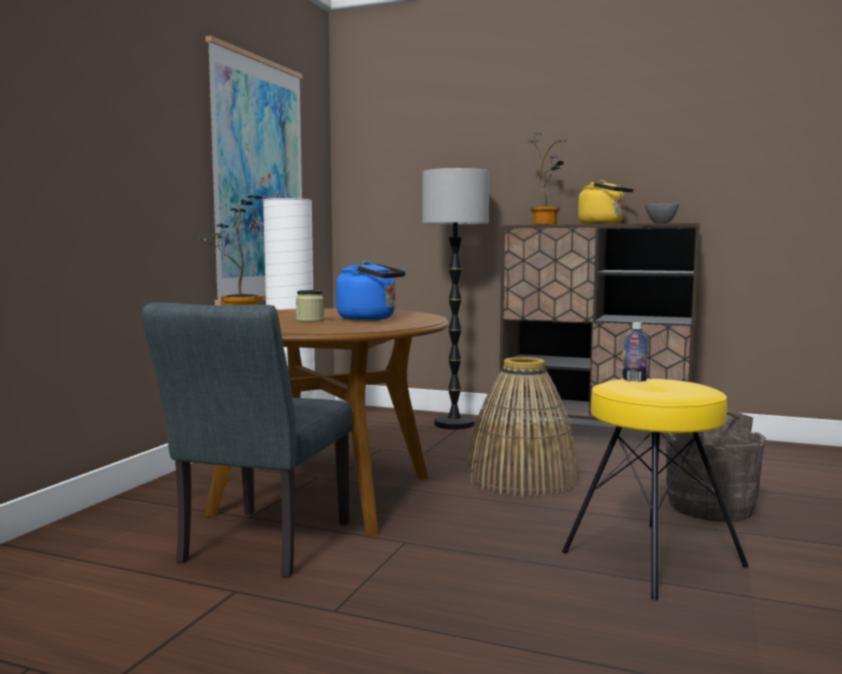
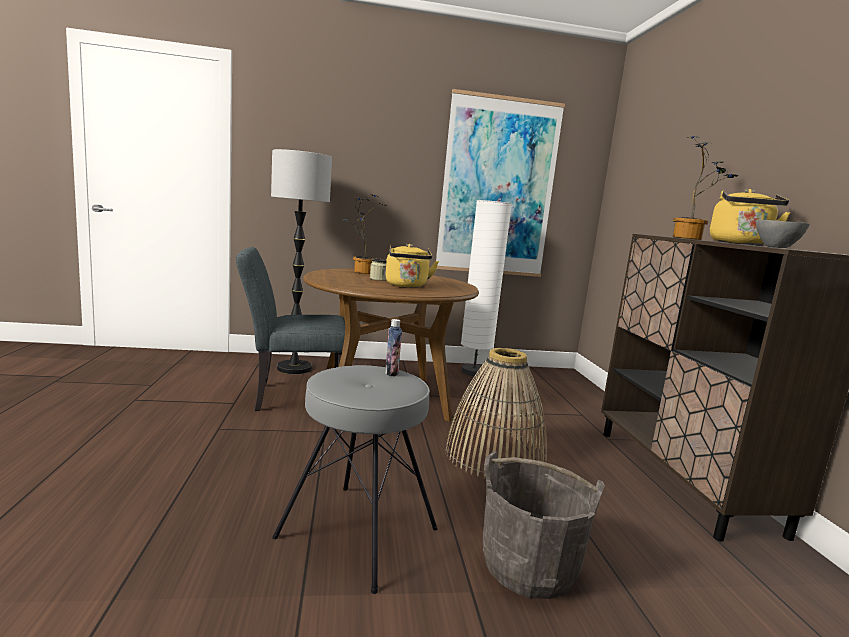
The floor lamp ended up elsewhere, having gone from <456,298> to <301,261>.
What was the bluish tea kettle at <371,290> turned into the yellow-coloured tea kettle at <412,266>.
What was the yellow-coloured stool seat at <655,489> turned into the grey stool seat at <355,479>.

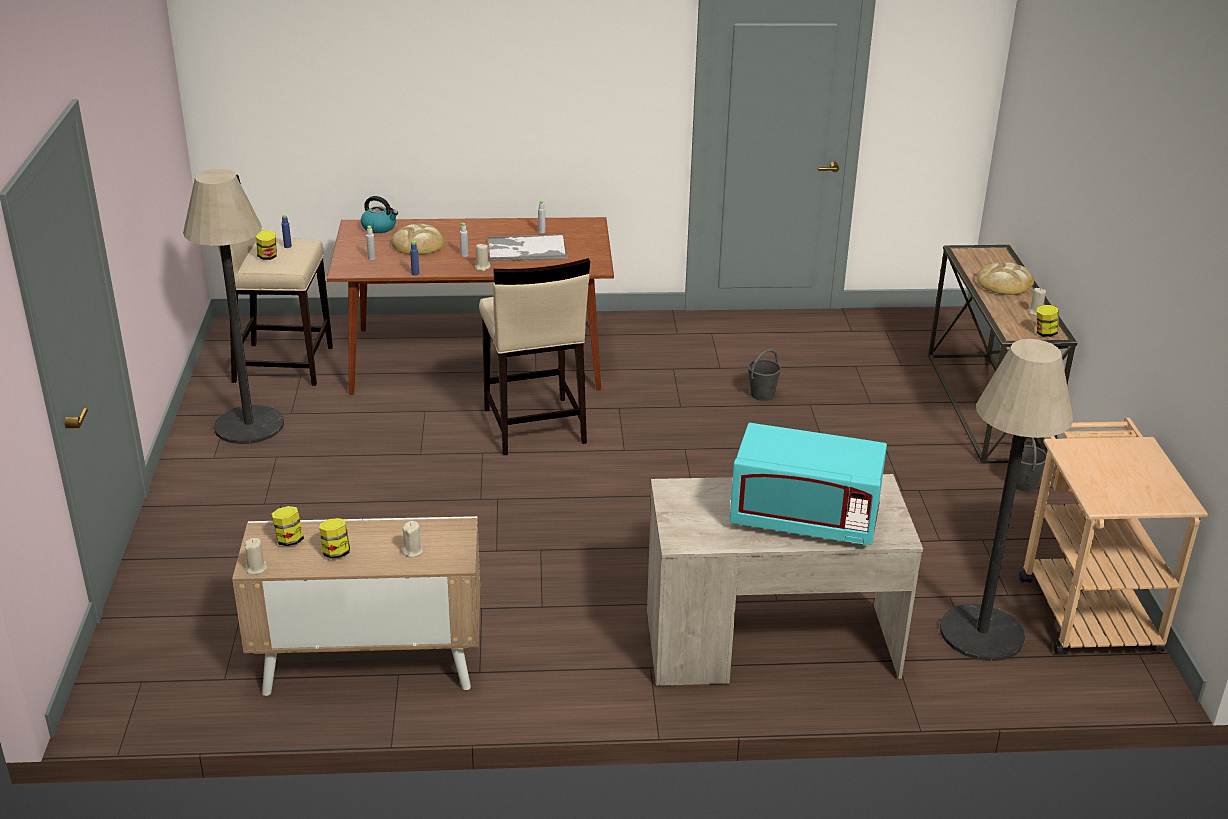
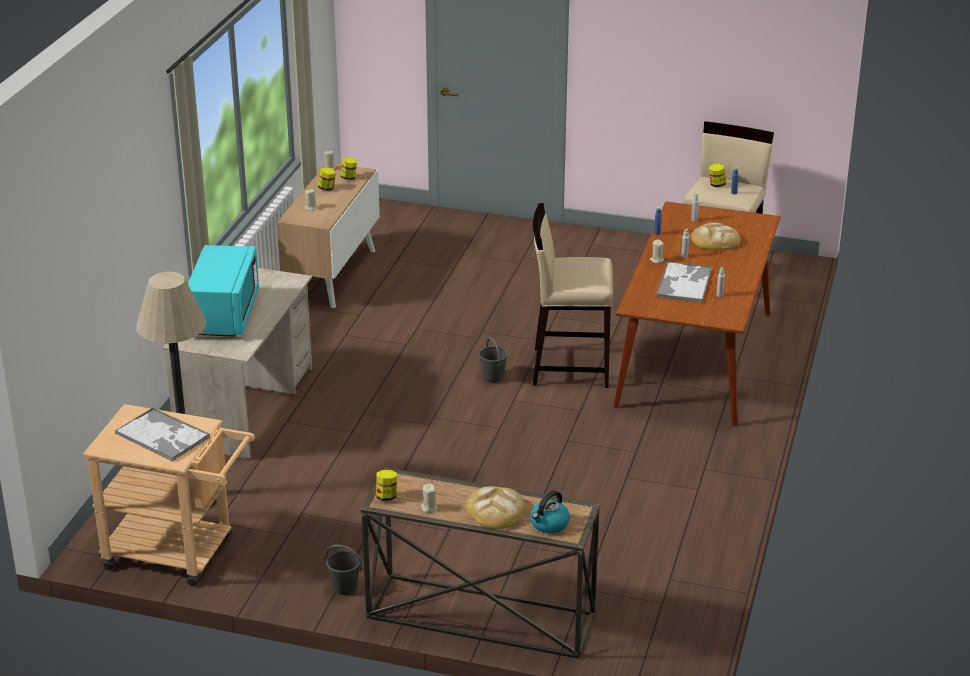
The second view lost the floor lamp at <233,306>.
The tea kettle ended up elsewhere, having gone from <379,214> to <550,511>.
The grey pail ended up elsewhere, having gone from <764,375> to <493,360>.
The turquoise microwave oven at <808,484> ended up facing another way, 150 degrees clockwise from before.
The second view gained the serving tray at <162,434>.

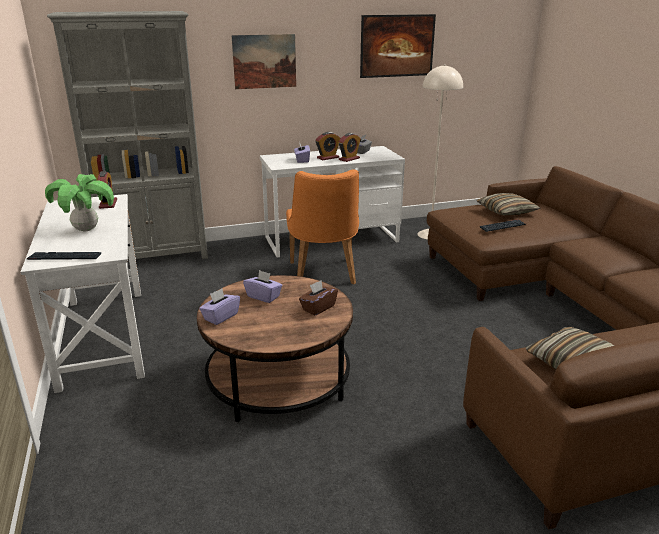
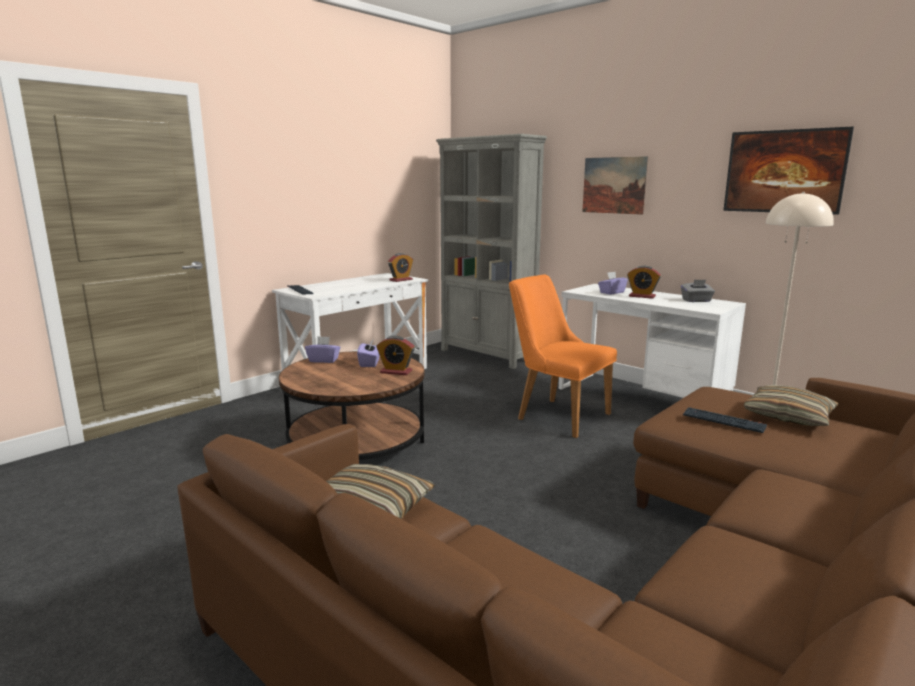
The bedside clock ended up elsewhere, having gone from <350,147> to <396,355>.
The orange-coloured plain chair at <322,226> ended up facing another way, 75 degrees clockwise from before.
The second view lost the houseplant at <79,203>.
The second view lost the brown-coloured tissue box at <318,297>.

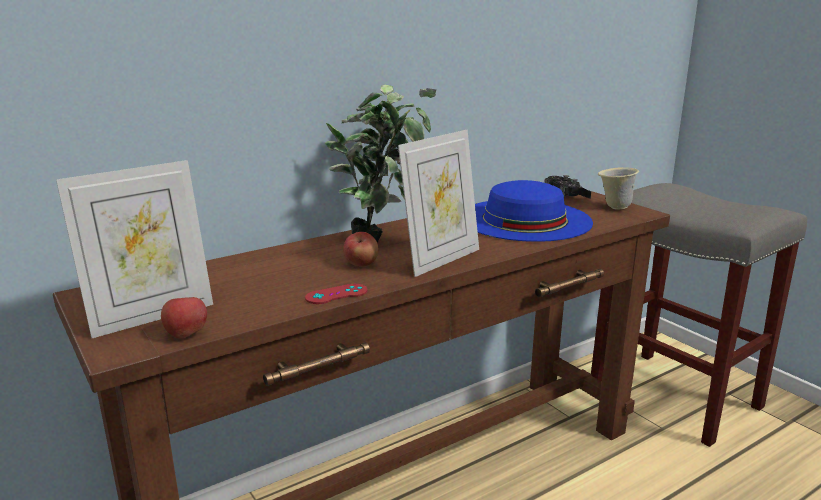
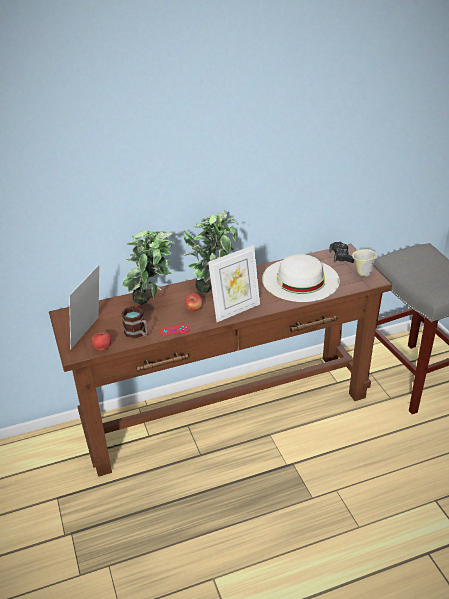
The picture frame at <134,249> ended up facing another way, 135 degrees clockwise from before.
What was the bluish wearable hat at <534,211> turned into the white wearable hat at <301,278>.
The second view gained the houseplant at <148,267>.
The second view gained the coffee mug at <134,322>.

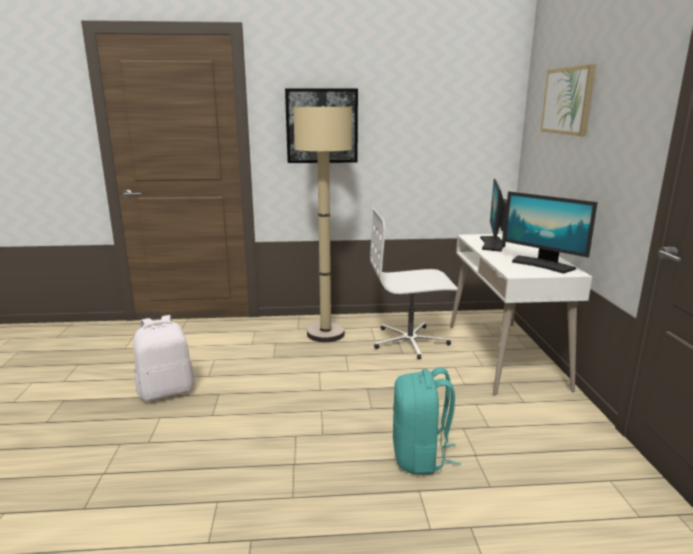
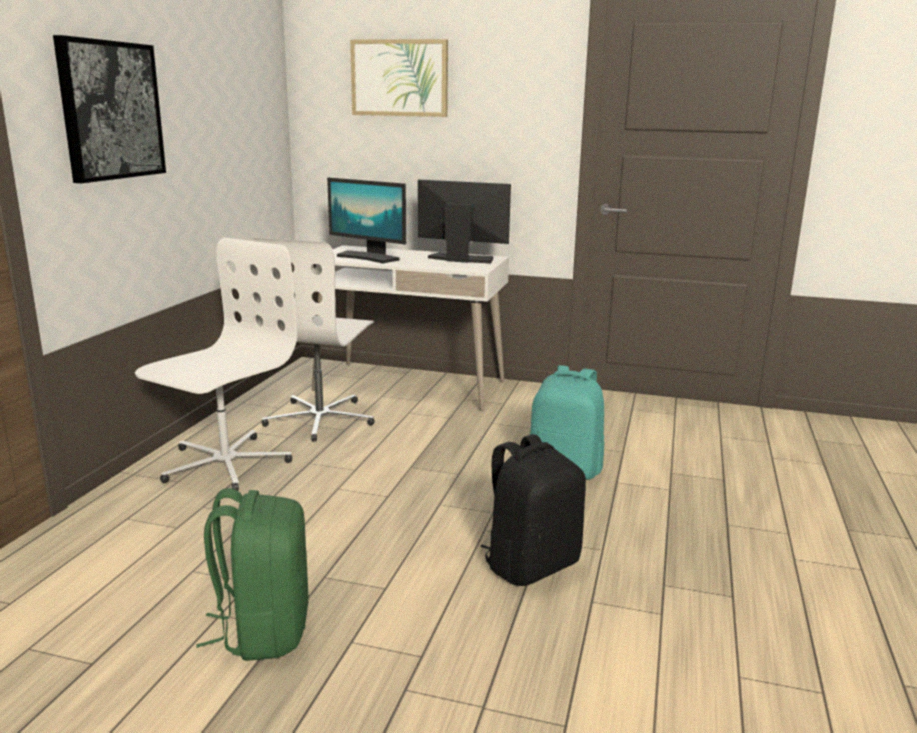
Where the sand-coloured floor lamp stood at <322,224>, the white computer chair came to stand at <216,364>.
The computer screen at <550,232> ended up facing another way, 135 degrees counterclockwise from before.
What was the white rucksack at <164,358> turned into the green rucksack at <252,574>.
The second view gained the black-coloured rucksack at <533,510>.

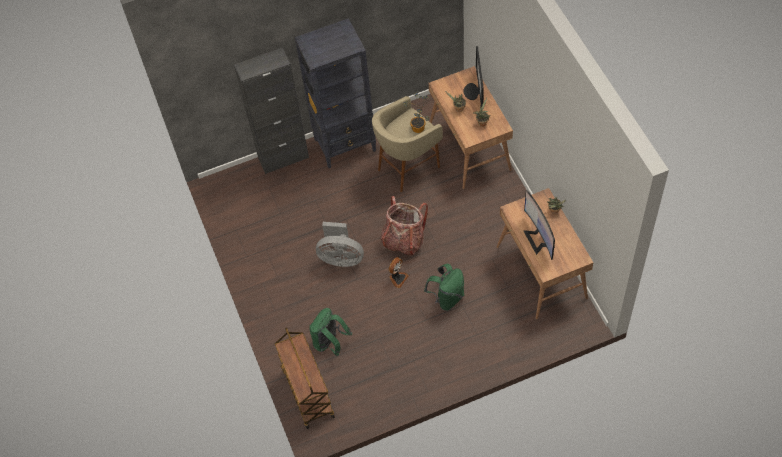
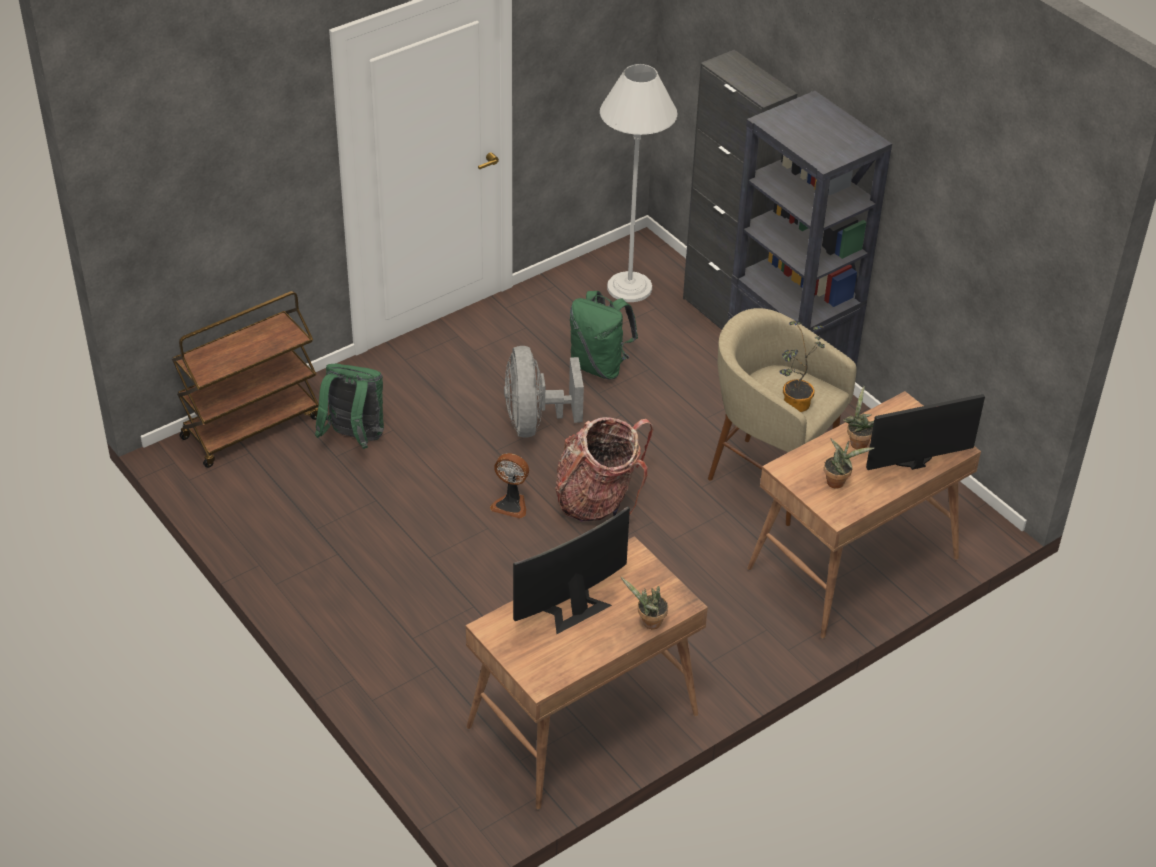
The green rucksack ended up elsewhere, having gone from <444,287> to <604,335>.
The second view gained the white floor lamp at <639,183>.

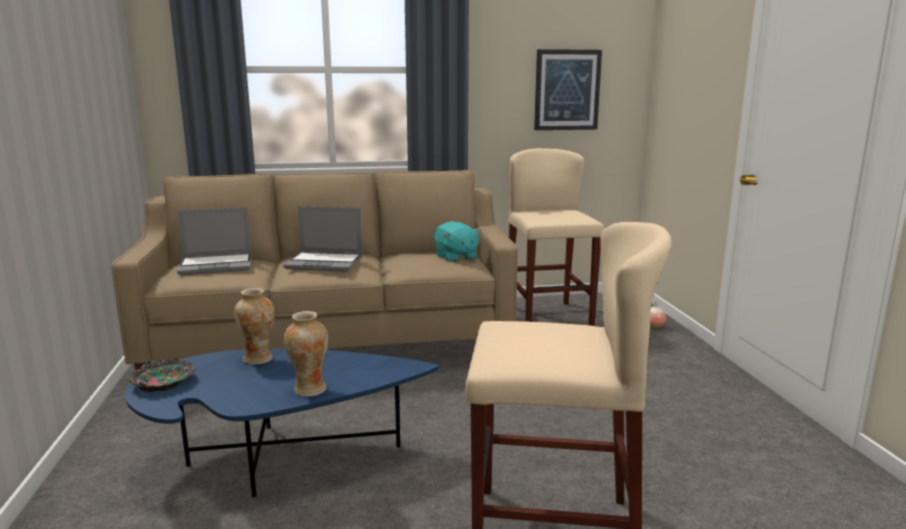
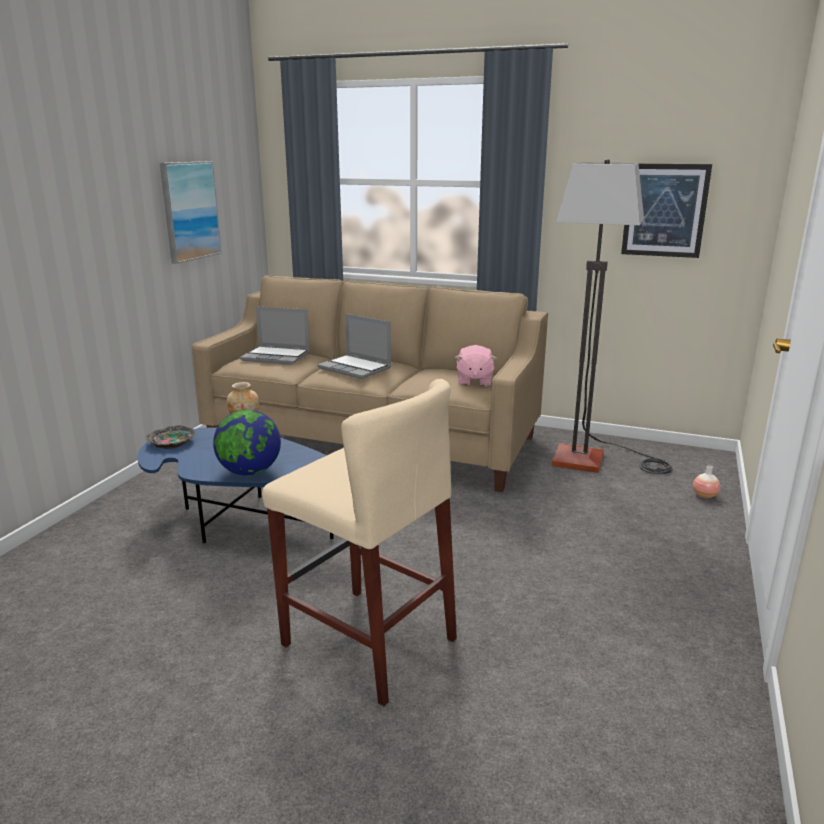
Where the sand-coloured stool seat stood at <556,237>, the floor lamp came to stand at <612,316>.
What was the turquoise plush toy at <457,241> turned into the pinkish plush toy at <476,366>.
Where the vase stood at <306,354>, the world globe came to stand at <247,442>.
The second view gained the wall picture at <190,212>.

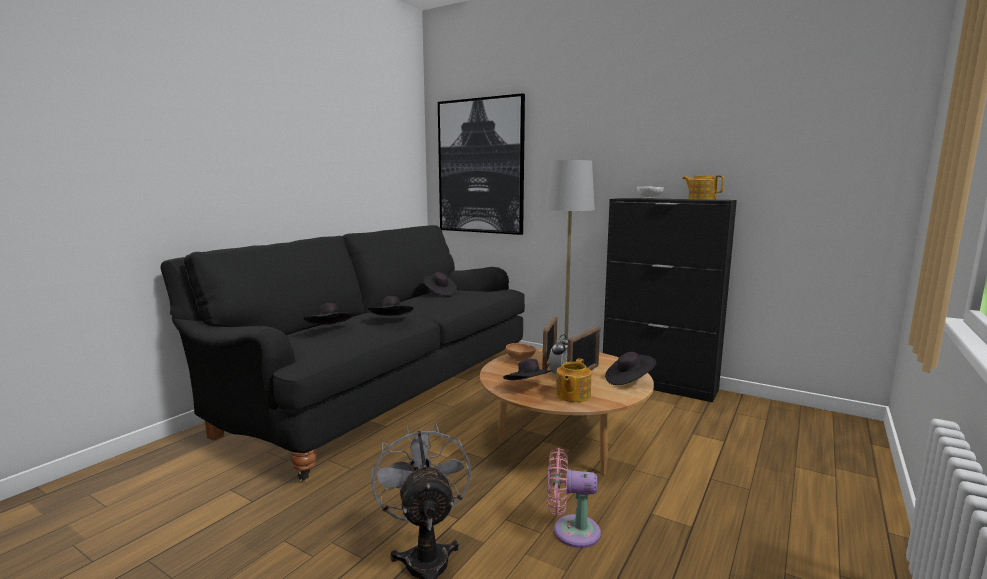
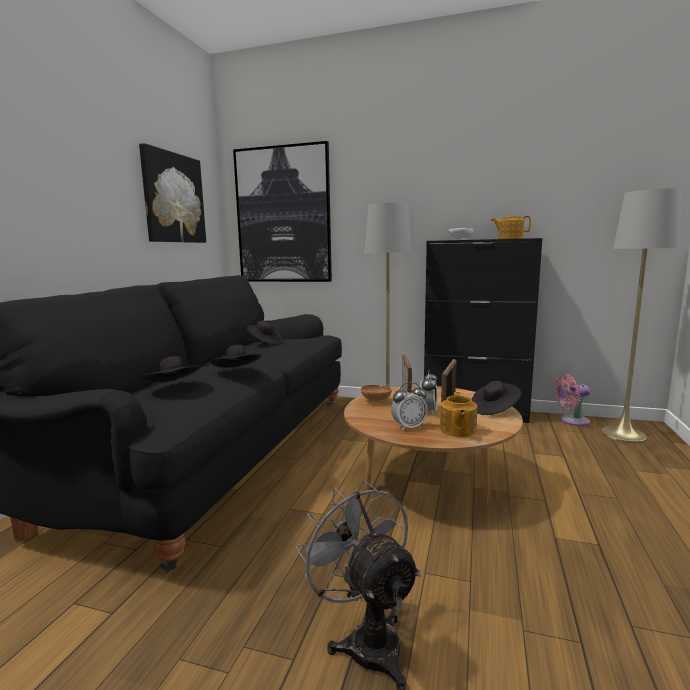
Where the black-coloured wearable hat stood at <528,369>, the bedside clock came to stand at <409,406>.
The pinkish fan ended up elsewhere, having gone from <574,498> to <572,400>.
The second view gained the wall picture at <172,193>.
The second view gained the grey floor lamp at <641,315>.

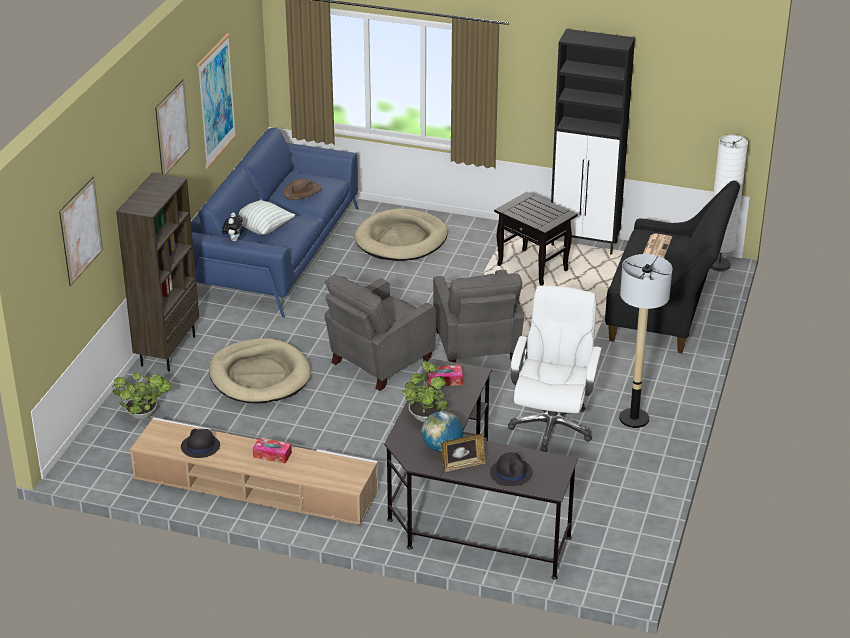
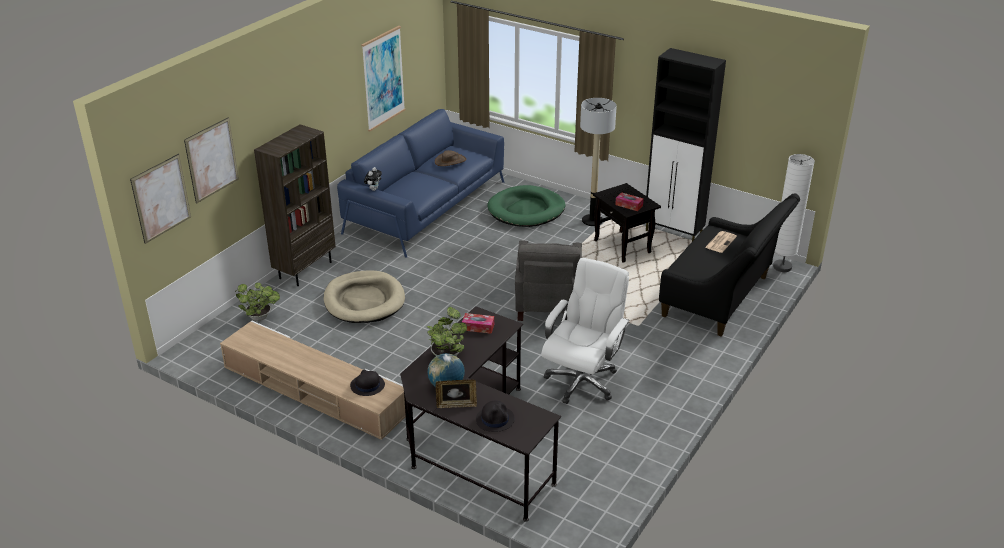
The wall picture ended up elsewhere, having gone from <172,127> to <160,199>.
The second view lost the cushion at <267,217>.
What was the sand-coloured dog cushion at <401,234> turned into the green dog cushion at <526,206>.
The floor lamp ended up elsewhere, having gone from <645,341> to <598,162>.
The second view lost the grey armchair at <380,332>.
The black-coloured wearable hat ended up elsewhere, having gone from <200,443> to <367,382>.
The tissue box ended up elsewhere, having gone from <272,451> to <629,201>.

